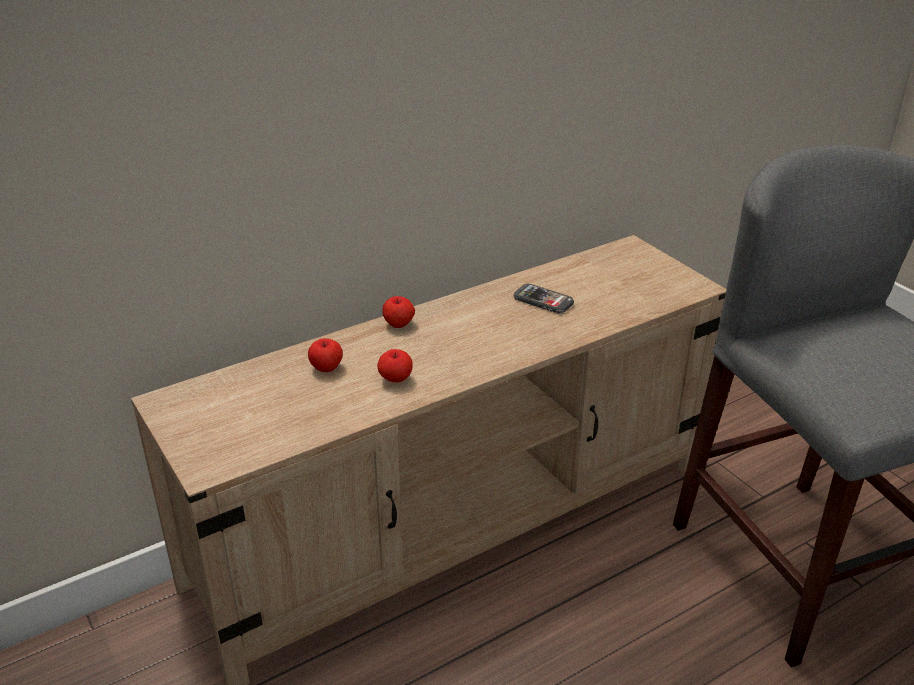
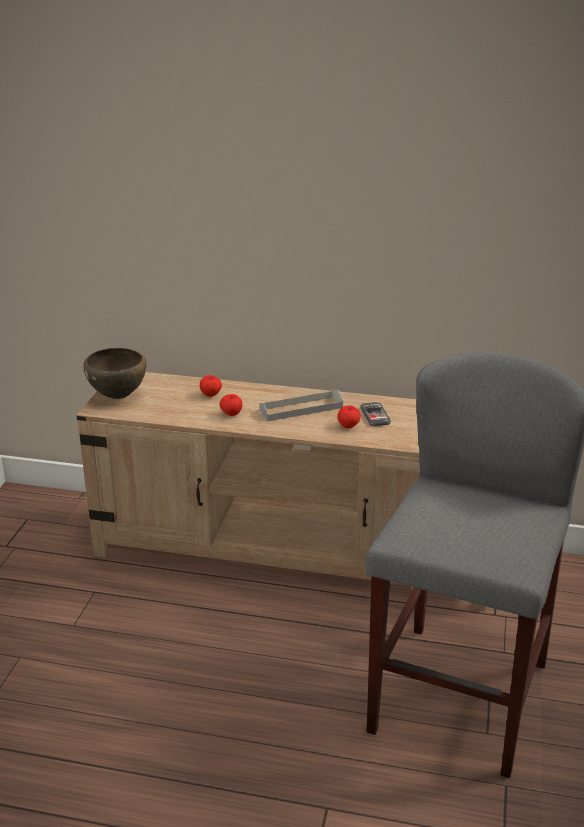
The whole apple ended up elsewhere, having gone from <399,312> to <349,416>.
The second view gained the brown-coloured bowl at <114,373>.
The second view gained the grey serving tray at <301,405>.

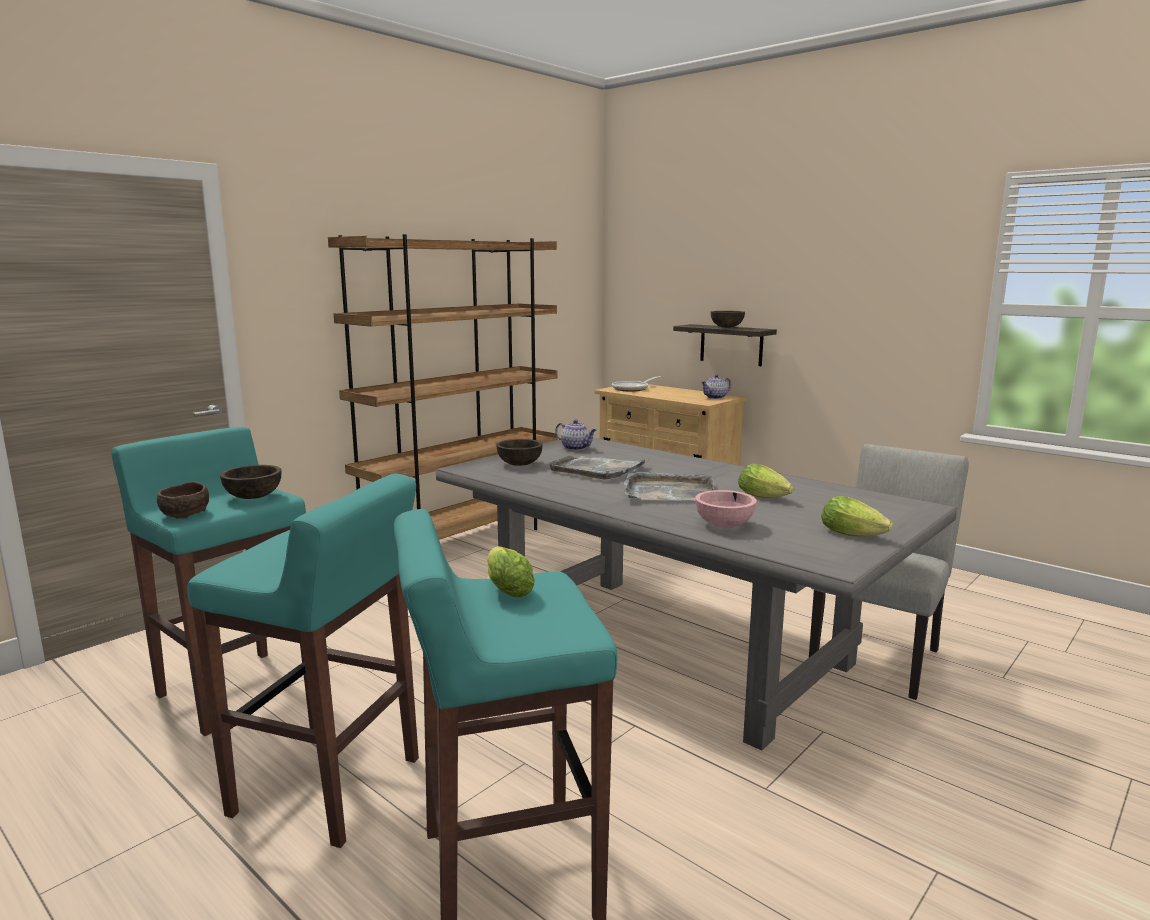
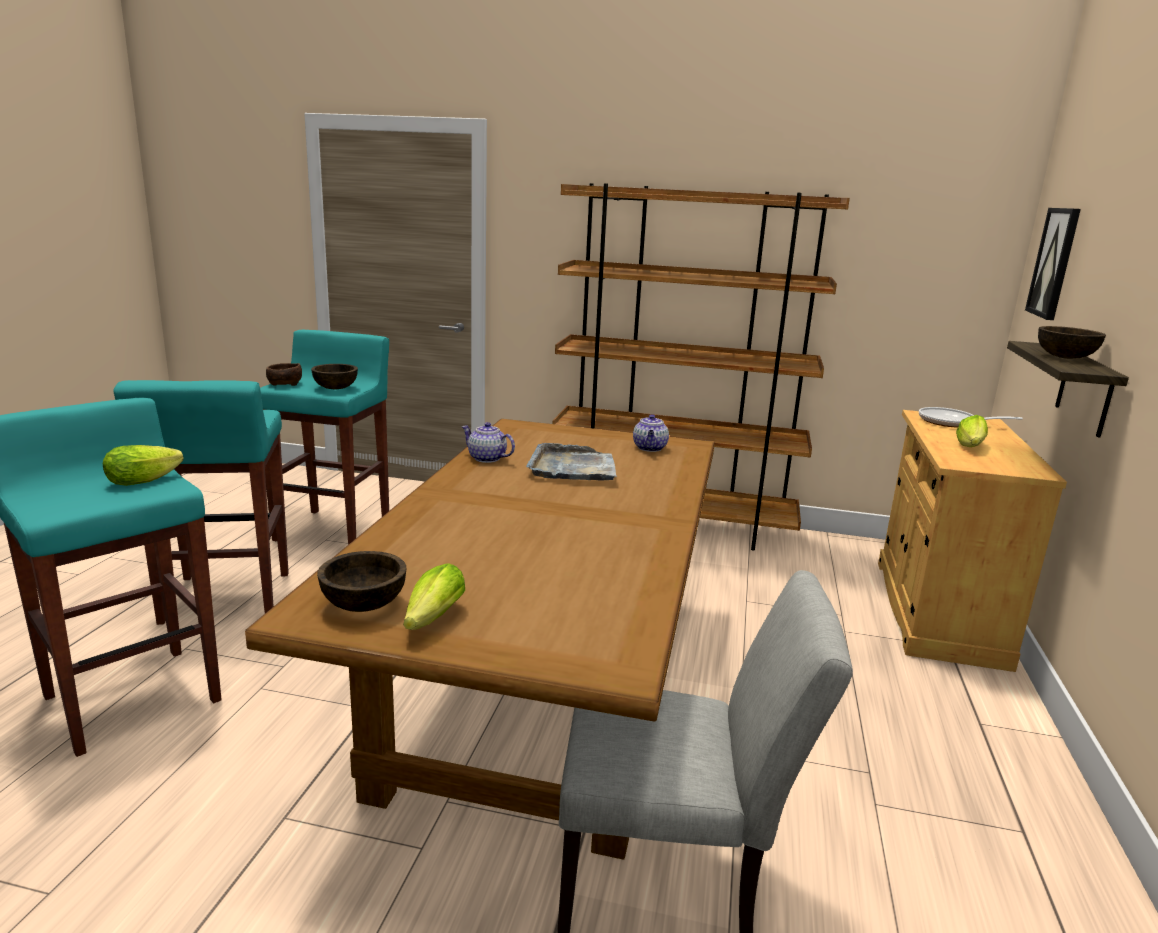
The teapot ended up elsewhere, having gone from <716,386> to <488,442>.
What was the grey kitchen table at <696,594> turned into the brown-coloured kitchen table at <480,639>.
The brown-coloured bowl ended up elsewhere, having gone from <519,452> to <362,581>.
The lettuce ended up elsewhere, having gone from <766,481> to <972,431>.
The second view lost the grey serving tray at <669,485>.
The second view lost the pinkish bowl at <726,509>.
The second view gained the wall picture at <1053,264>.

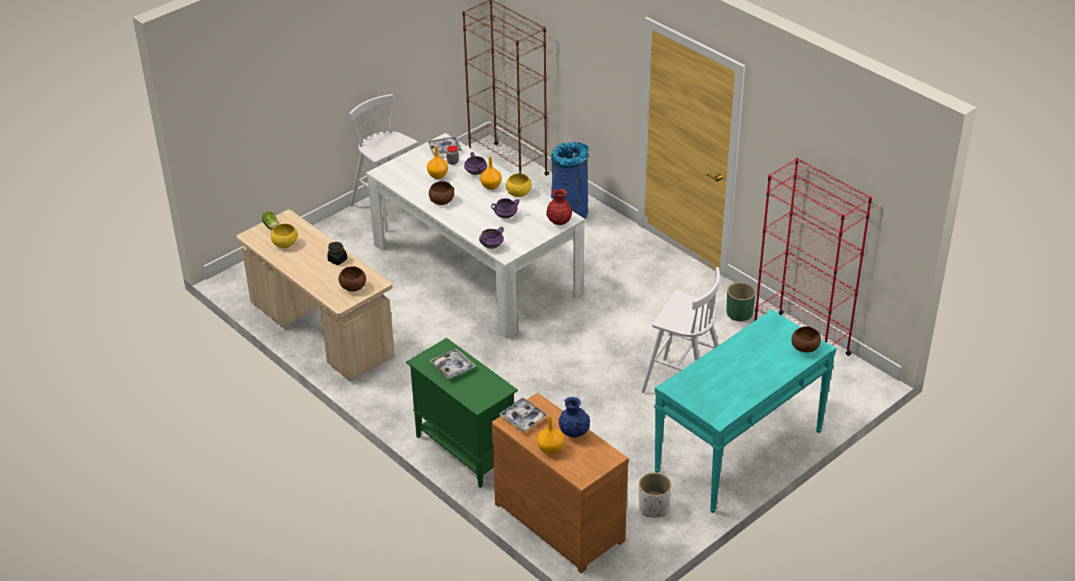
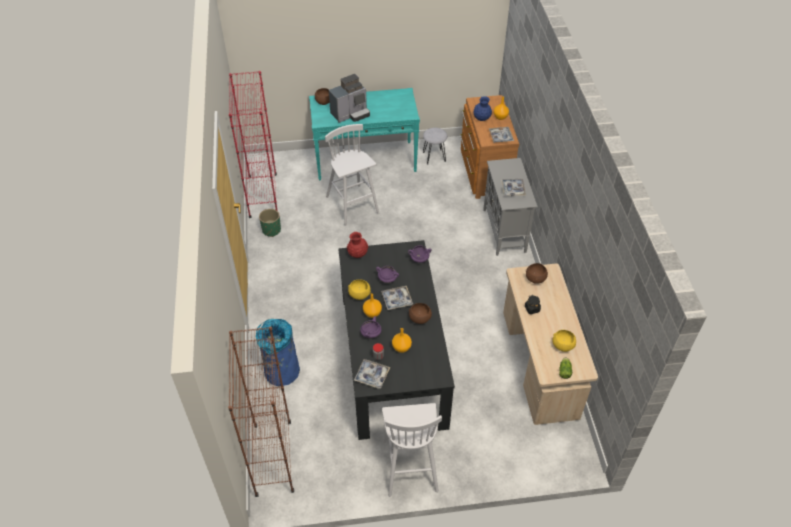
What was the white kitchen table at <476,236> turned into the black-coloured kitchen table at <396,340>.
What was the green cabinet at <462,413> turned into the grey cabinet at <510,207>.
Where the white plant pot stood at <655,495>, the grey stool seat came to stand at <435,146>.
The second view gained the coffee machine at <349,98>.
The second view gained the serving tray at <397,298>.

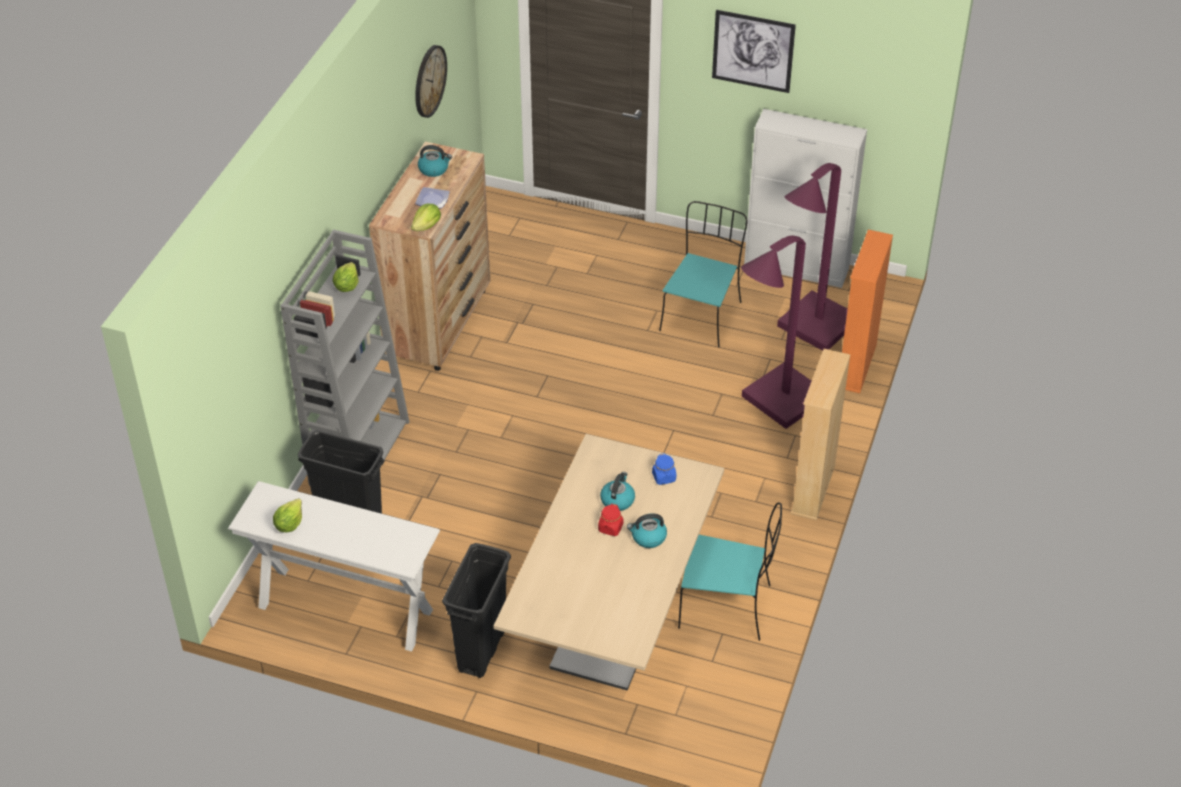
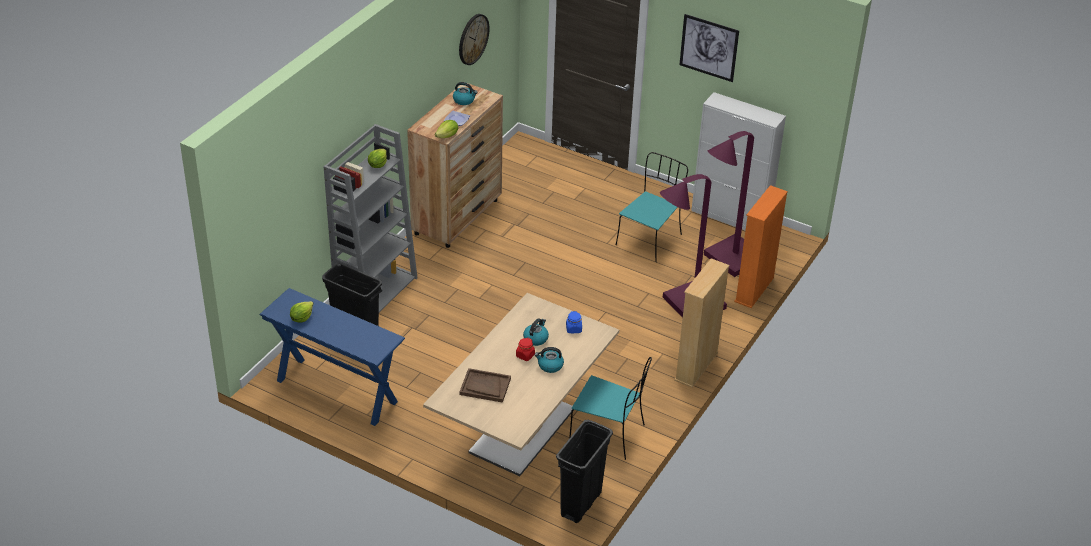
What was the white narrow table at <334,566> turned into the bluish narrow table at <332,357>.
The black-coloured waste bin ended up elsewhere, having gone from <476,610> to <584,471>.
The second view gained the brown-coloured serving tray at <485,385>.

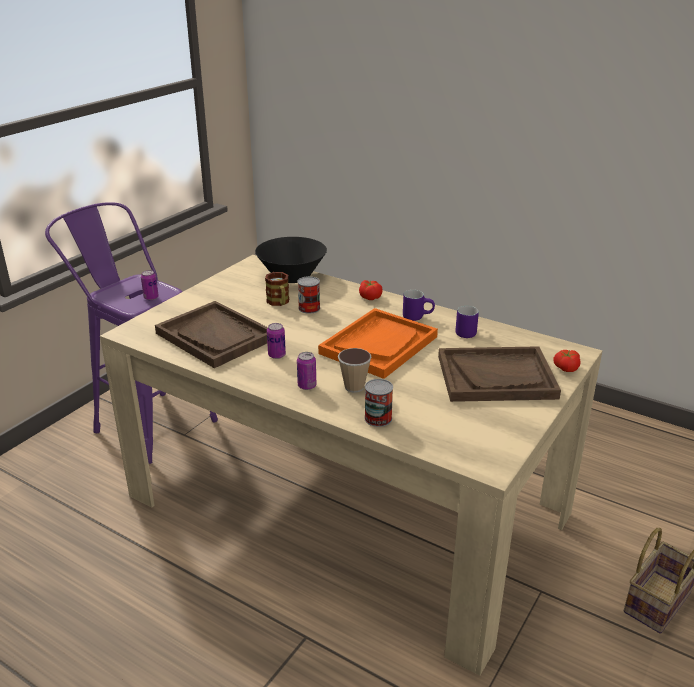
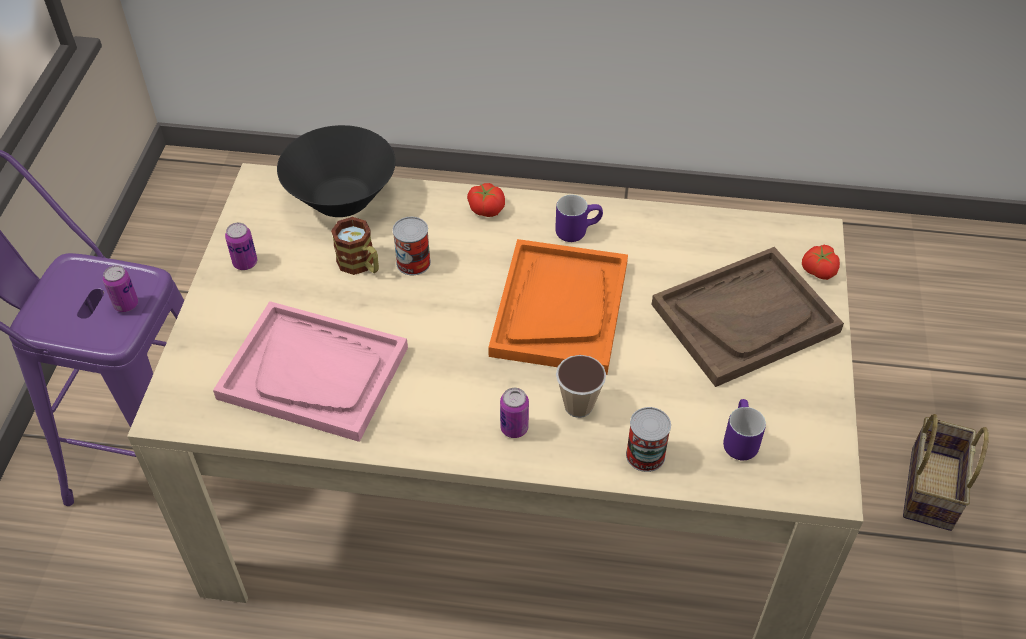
What was the brown-coloured serving tray at <211,334> turned into the pinkish serving tray at <310,371>.
The purplish coffee mug ended up elsewhere, having gone from <467,322> to <744,429>.
The can ended up elsewhere, having gone from <276,341> to <241,246>.

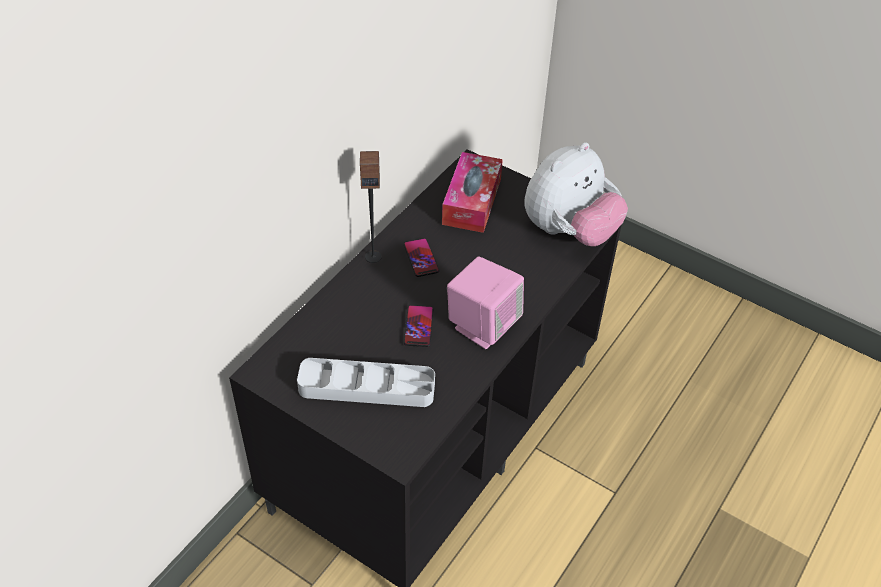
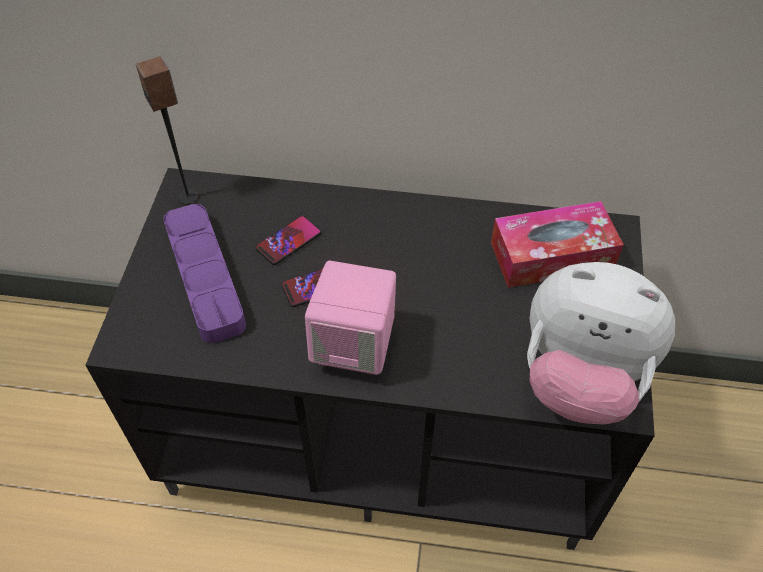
The speaker ended up elsewhere, having gone from <371,207> to <167,130>.
The telephone ended up elsewhere, having gone from <421,257> to <288,240>.
What was the grey serving tray at <366,382> turned into the purplish serving tray at <204,273>.

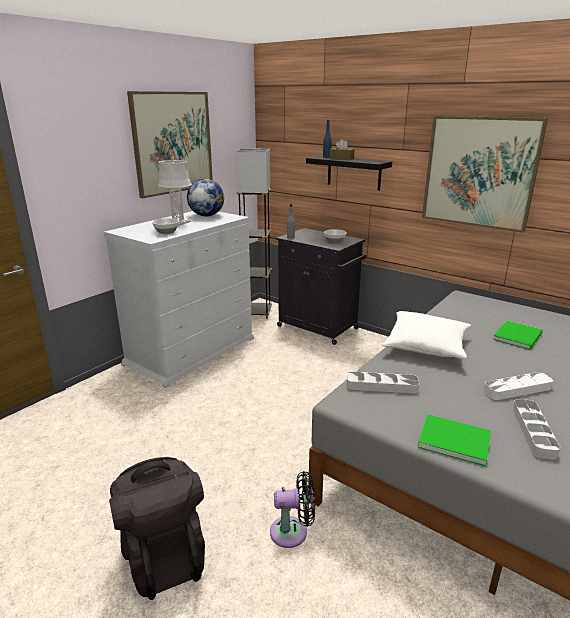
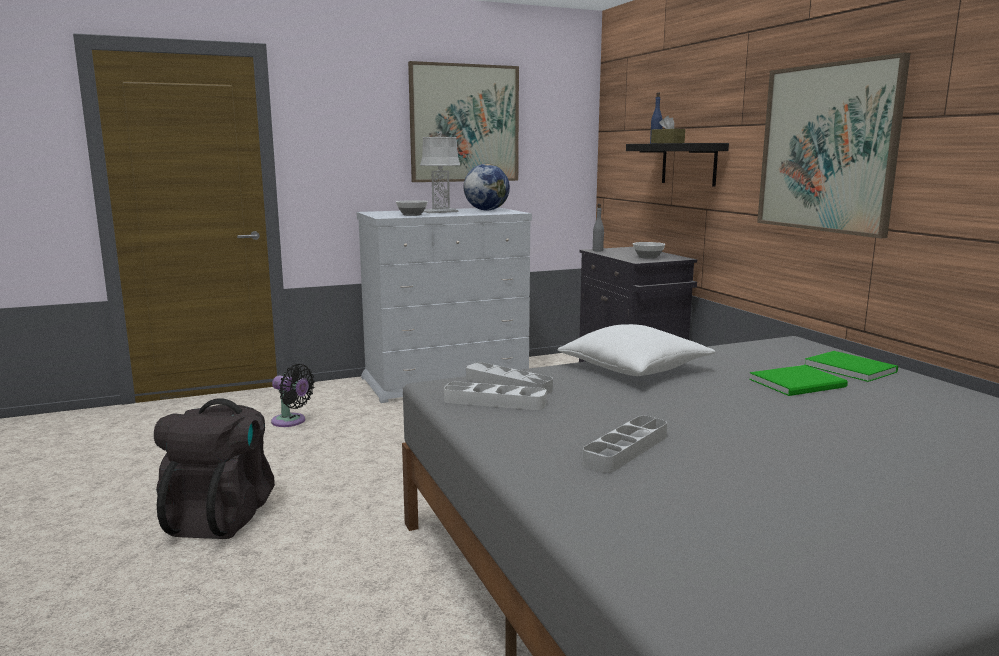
The second view lost the grey floor lamp at <253,233>.
The white serving tray ended up elsewhere, having gone from <518,386> to <495,396>.
The green book ended up elsewhere, having gone from <454,440> to <851,366>.
The black-coloured fan ended up elsewhere, having gone from <292,509> to <293,395>.

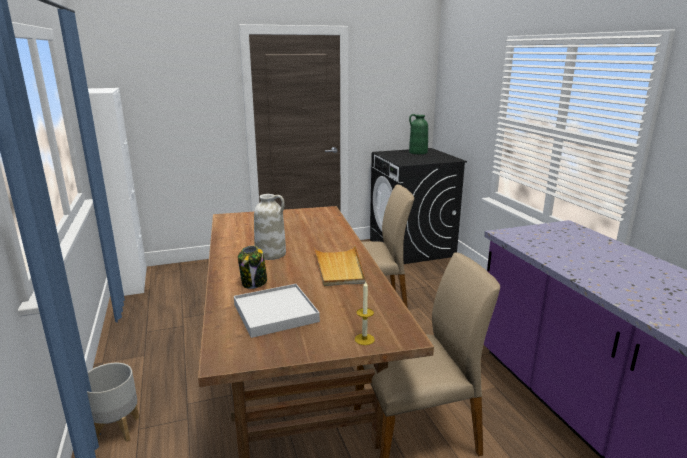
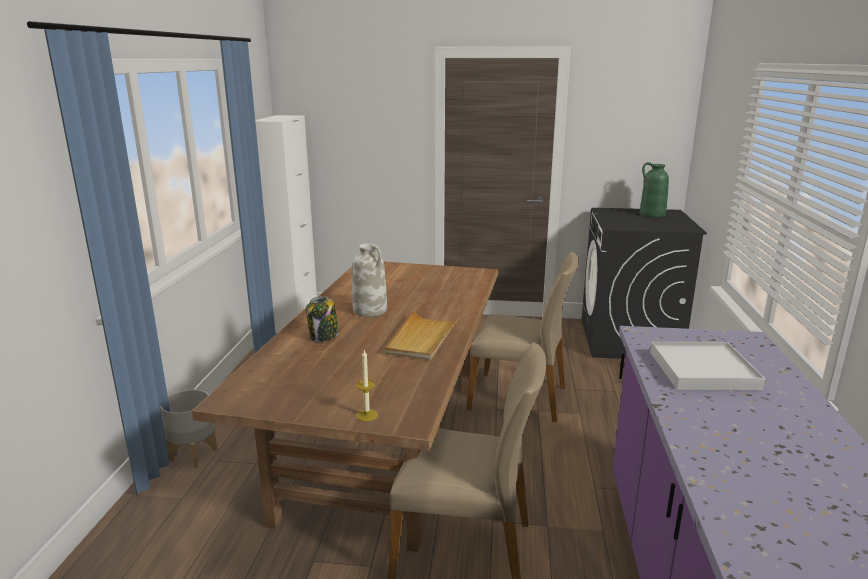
The white serving tray ended up elsewhere, having gone from <277,311> to <707,366>.

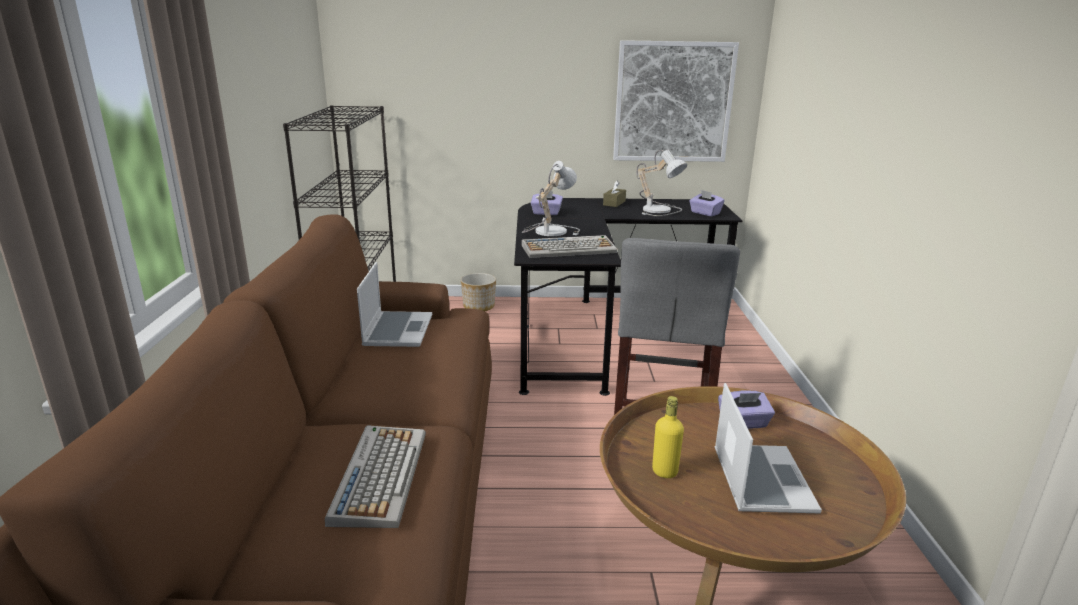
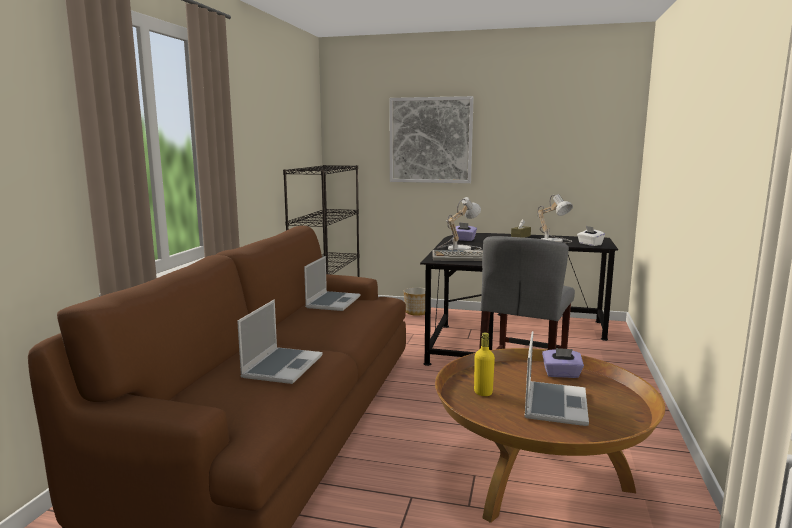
The wall picture ended up elsewhere, having gone from <676,101> to <432,139>.
What was the purplish tissue box at <707,203> turned into the white tissue box at <591,236>.
Where the computer keyboard stood at <375,476>, the notebook computer came to stand at <280,342>.

